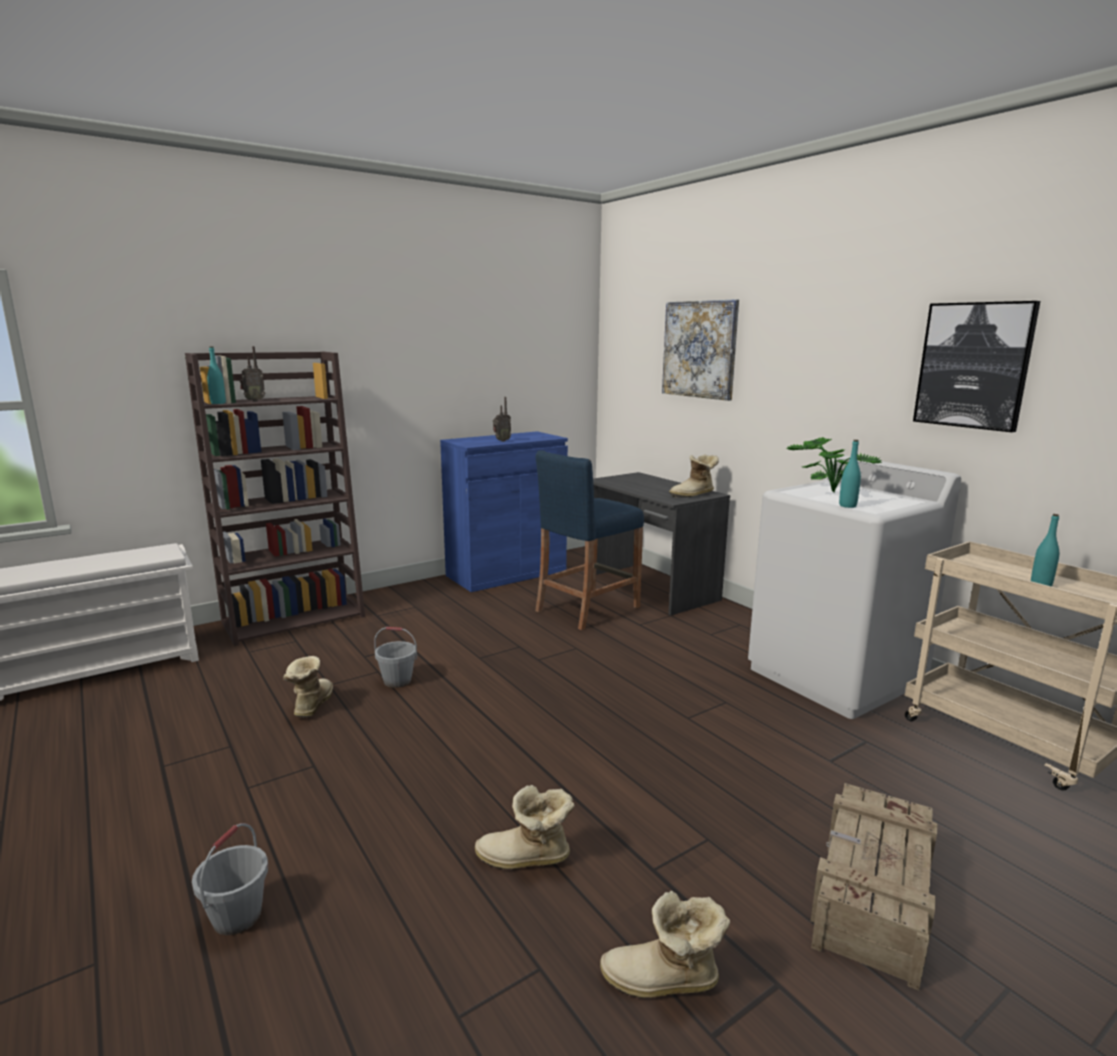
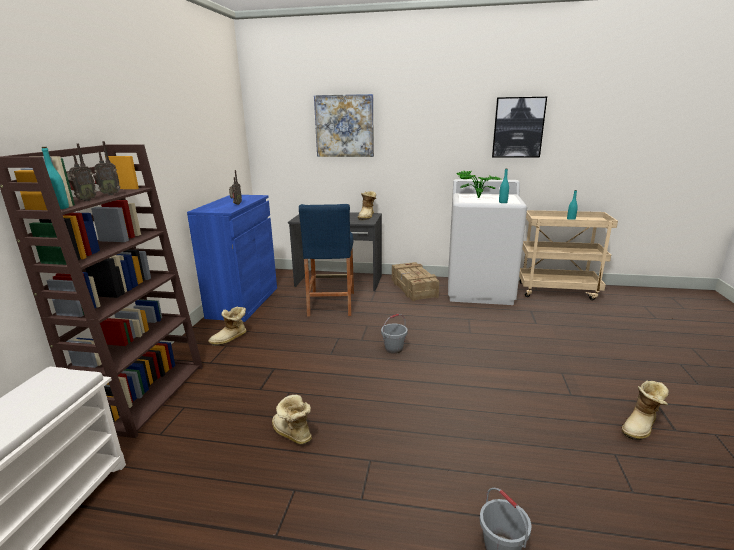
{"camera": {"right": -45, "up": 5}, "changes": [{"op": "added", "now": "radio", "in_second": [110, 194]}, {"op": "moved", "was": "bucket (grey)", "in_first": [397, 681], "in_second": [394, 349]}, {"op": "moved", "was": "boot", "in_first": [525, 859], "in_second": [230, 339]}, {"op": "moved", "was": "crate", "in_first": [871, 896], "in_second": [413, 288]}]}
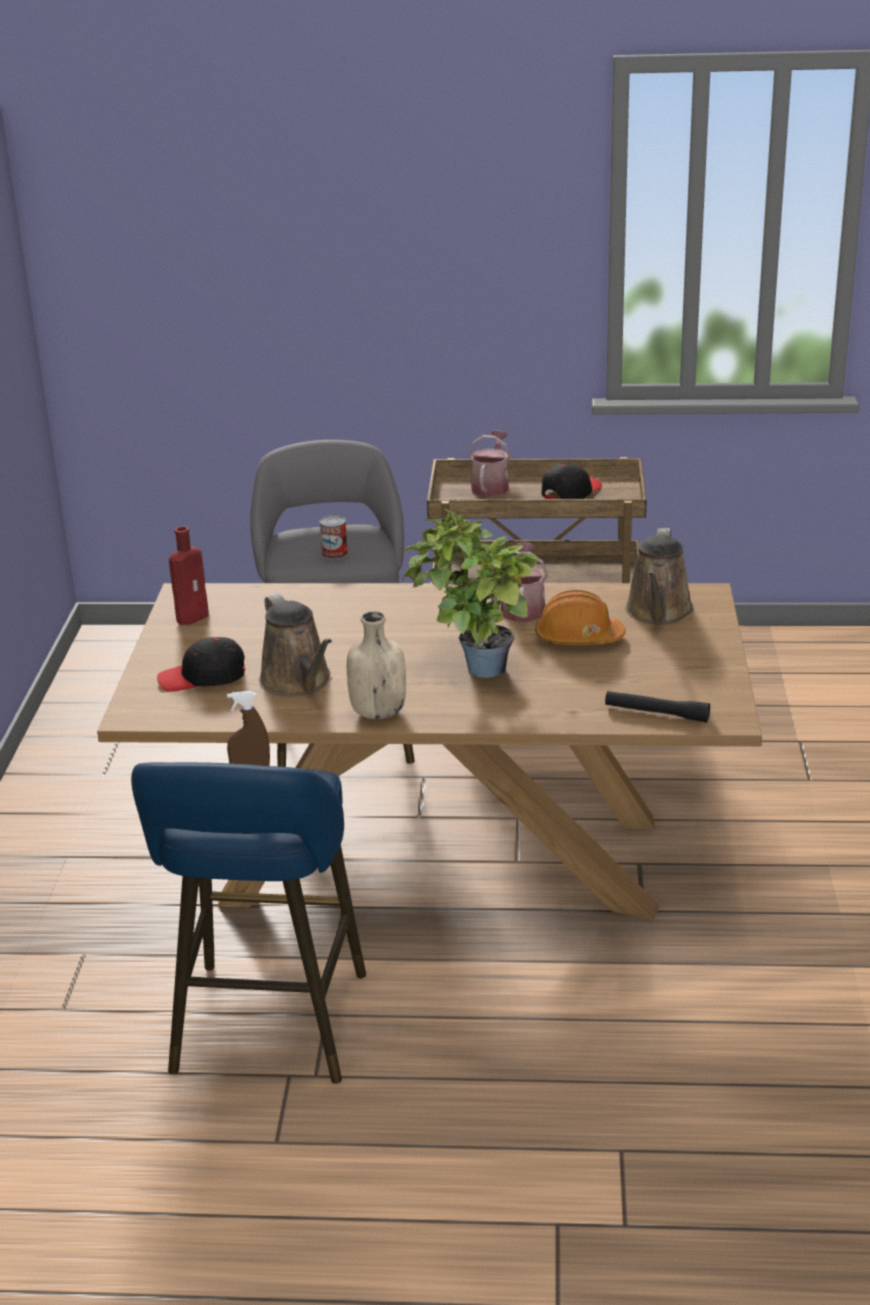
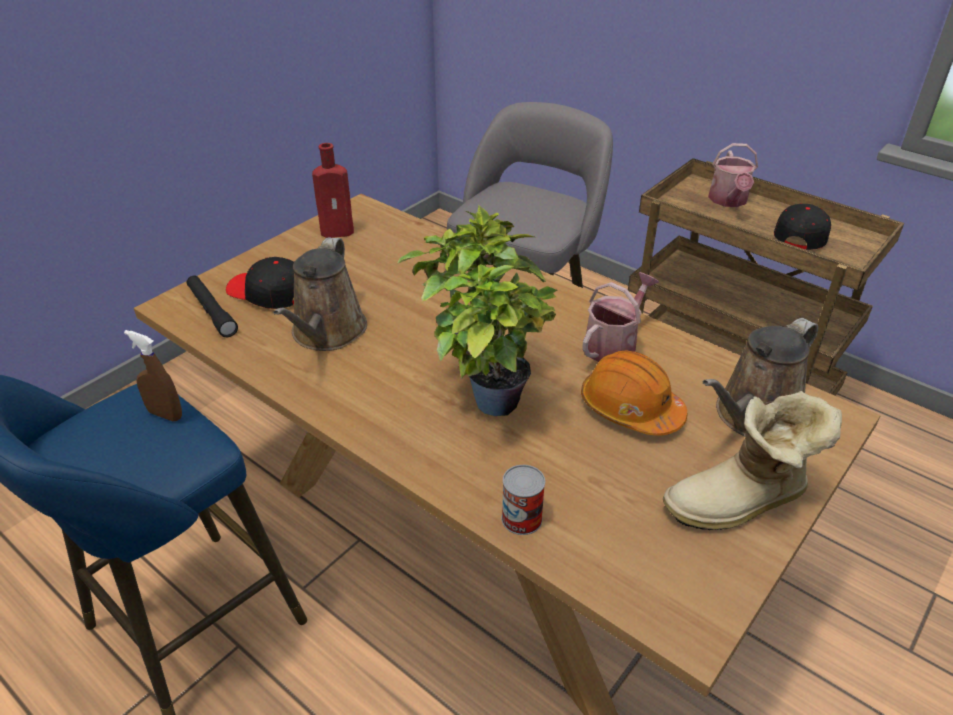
{"camera": {"right": 35, "up": 10}, "changes": [{"op": "removed", "was": "bottle (beige)", "in_first": [377, 712]}, {"op": "added", "now": "boot", "in_second": [741, 504]}, {"op": "moved", "was": "can", "in_first": [334, 553], "in_second": [521, 518]}, {"op": "moved", "was": "flashlight (black)", "in_first": [656, 713], "in_second": [212, 311]}, {"op": "turned", "was": "watering can", "in_first": [491, 485], "in_second": [729, 201], "clockwise": 135}, {"op": "turned", "was": "cap (black)", "in_first": [571, 492], "in_second": [801, 234], "clockwise": -45}]}
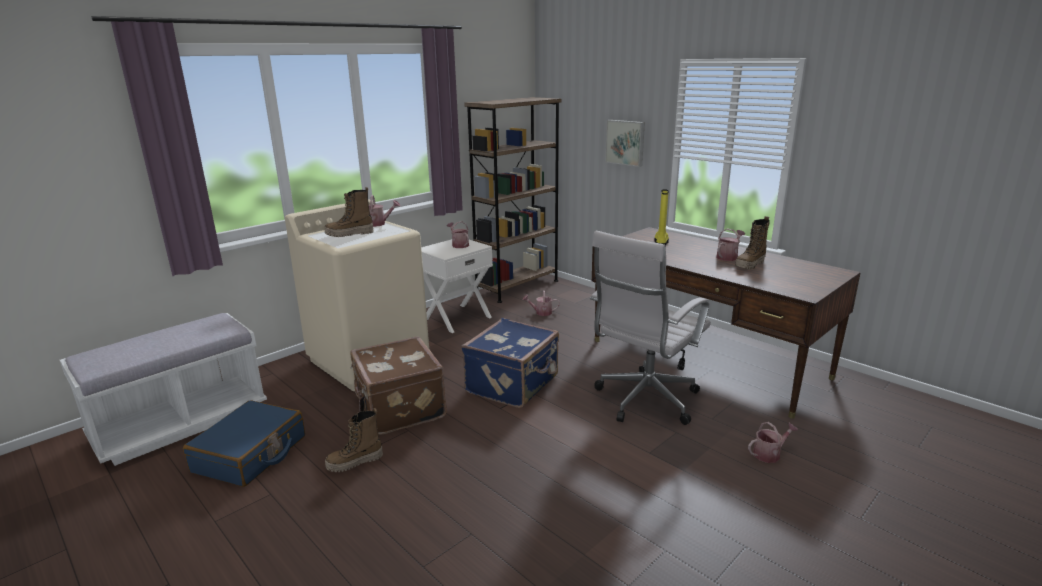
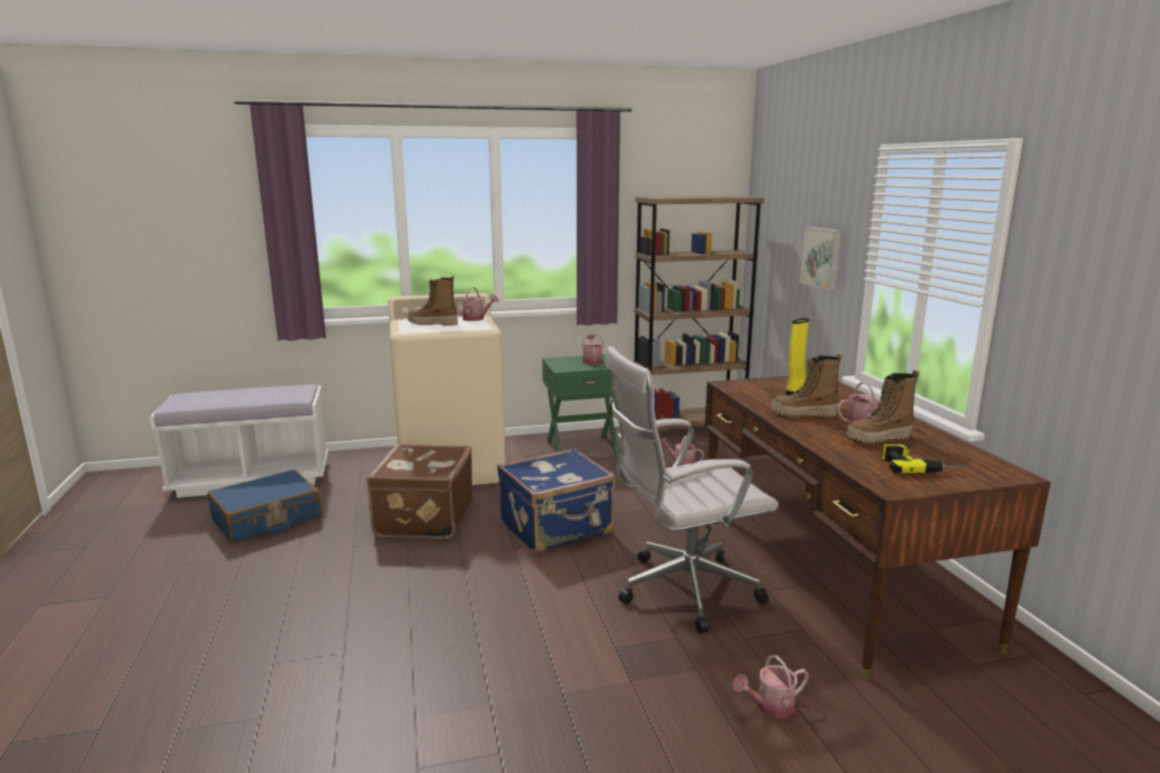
{"camera": {"right": 30, "up": -5}, "changes": [{"op": "added", "now": "power drill", "in_second": [919, 465]}, {"op": "moved", "was": "boot", "in_first": [355, 462], "in_second": [803, 414]}, {"op": "recoloured", "was": "nightstand (white)", "now": "nightstand (green)", "in_first": [456, 318], "in_second": [582, 448]}, {"op": "turned", "was": "watering can", "in_first": [769, 454], "in_second": [770, 707], "clockwise": 150}]}
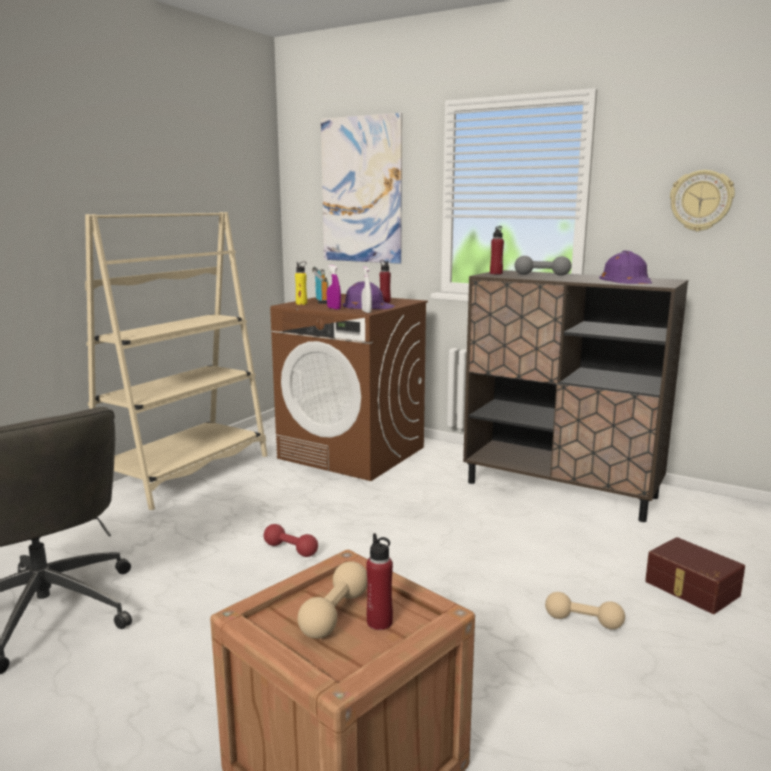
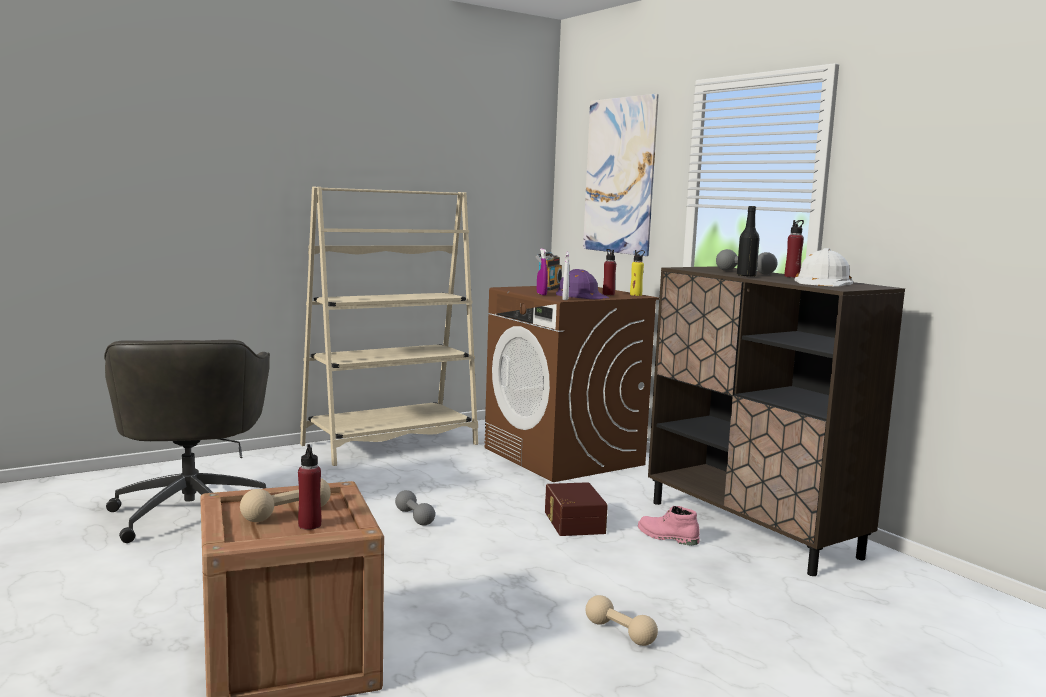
{"camera": {"right": 25, "up": -5}, "changes": [{"op": "removed", "was": "wall clock", "in_first": [701, 201]}, {"op": "added", "now": "boot (pink)", "in_second": [667, 537]}, {"op": "added", "now": "bottle (black)", "in_second": [746, 276]}, {"op": "moved", "was": "bottle (yellow)", "in_first": [301, 304], "in_second": [636, 295]}, {"op": "moved", "was": "bottle (red)", "in_first": [496, 273], "in_second": [792, 276]}, {"op": "moved", "was": "storage box (brown)", "in_first": [691, 589], "in_second": [572, 522]}, {"op": "recoloured", "was": "dumbbell (red)", "now": "dumbbell (grey)", "in_first": [290, 550], "in_second": [414, 517]}, {"op": "recoloured", "was": "hard hat (purple)", "now": "hard hat (white)", "in_first": [626, 280], "in_second": [822, 282]}]}
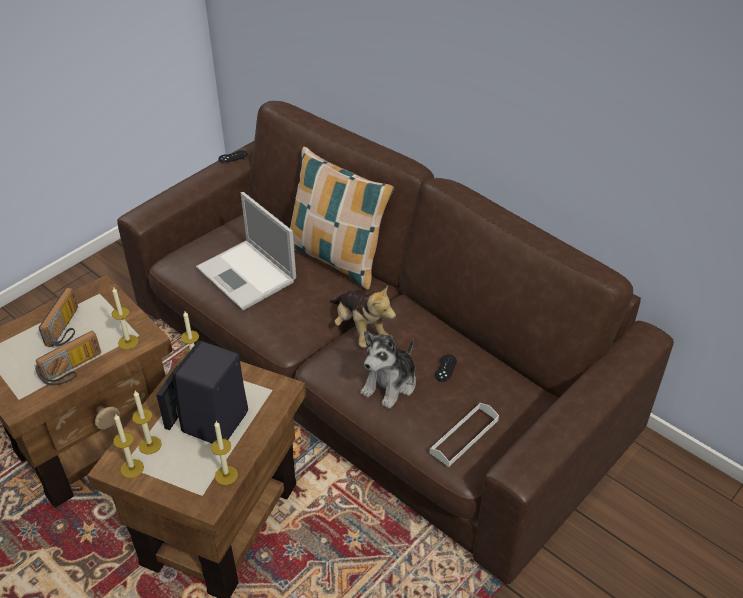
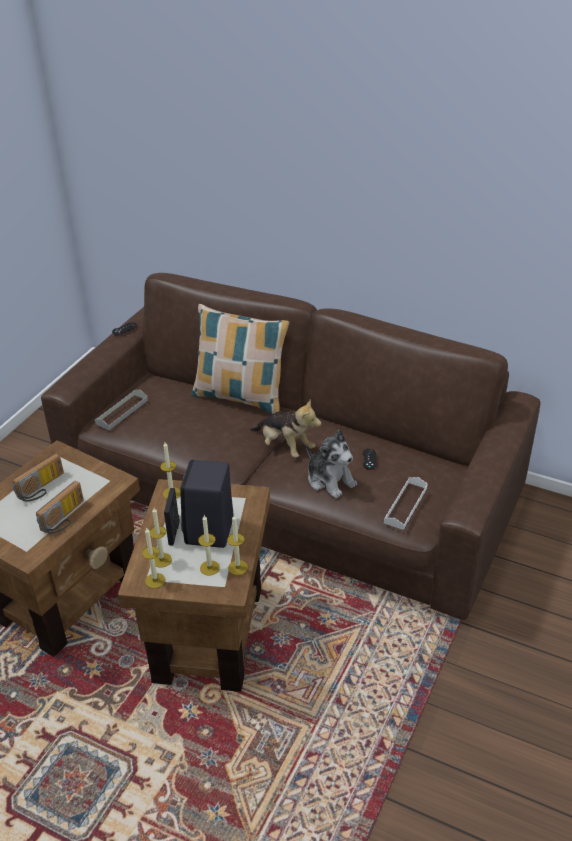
{"camera": {"right": -15, "up": -5}, "changes": [{"op": "removed", "was": "laptop", "in_first": [247, 275]}, {"op": "added", "now": "tray (grey)", "in_second": [122, 412]}, {"op": "moved", "was": "candle", "in_first": [128, 342], "in_second": [209, 568]}, {"op": "turned", "was": "radio", "in_first": [66, 328], "in_second": [42, 488], "clockwise": 45}, {"op": "turned", "was": "plush toy", "in_first": [390, 384], "in_second": [330, 480], "clockwise": -60}]}
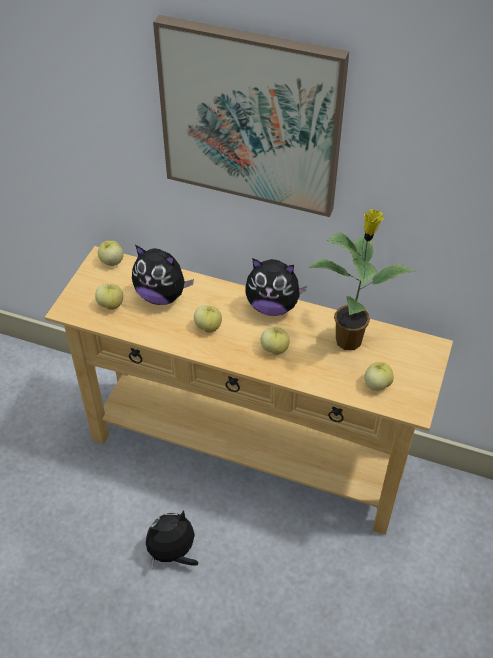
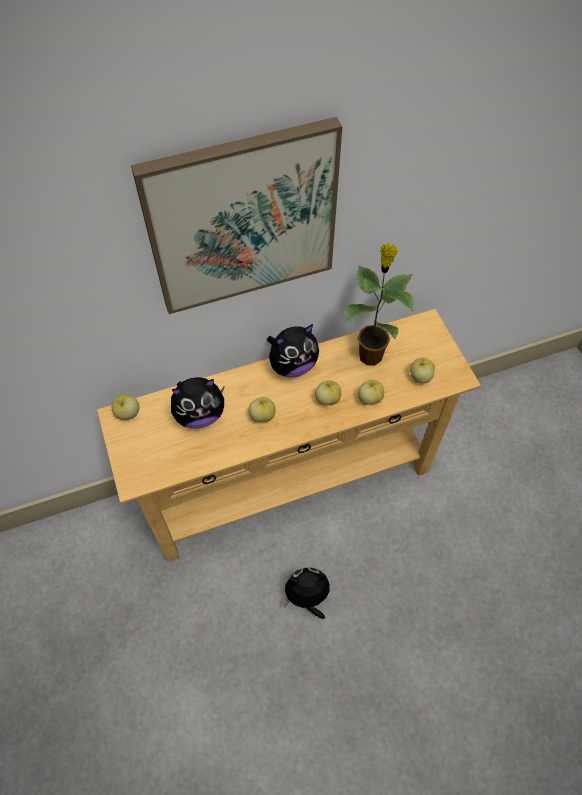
{"camera": {"right": -40, "up": 10}, "changes": [{"op": "moved", "was": "apple", "in_first": [111, 304], "in_second": [369, 398]}, {"op": "turned", "was": "plush toy", "in_first": [173, 553], "in_second": [307, 597], "clockwise": 60}]}
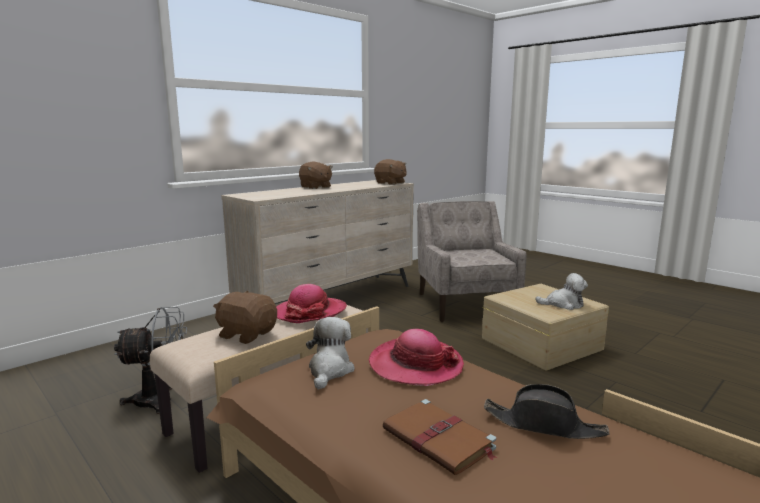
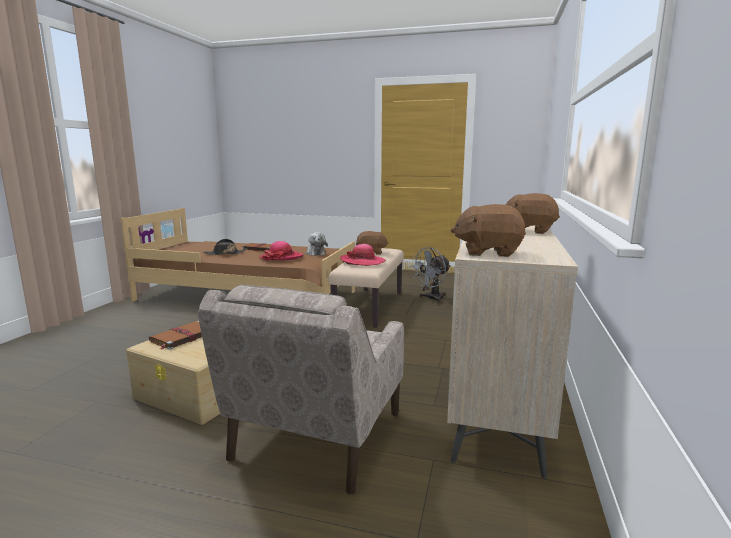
{"camera": {"right": 150, "up": 0}, "changes": [{"op": "replaced", "was": "plush toy", "now": "book (brown)", "in_first": [563, 304], "in_second": [181, 337]}, {"op": "turned", "was": "armchair (beige)", "in_first": [466, 304], "in_second": [317, 436], "clockwise": 60}]}
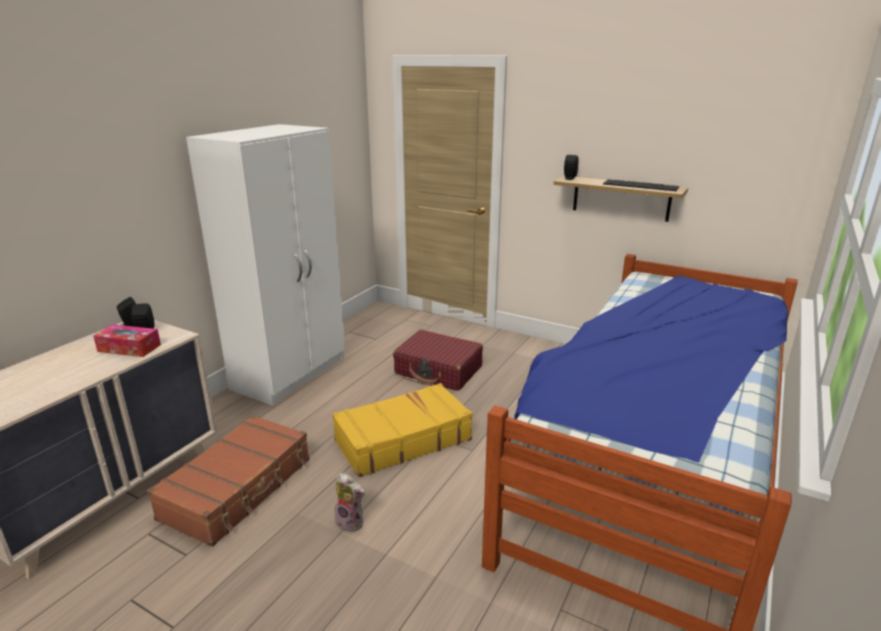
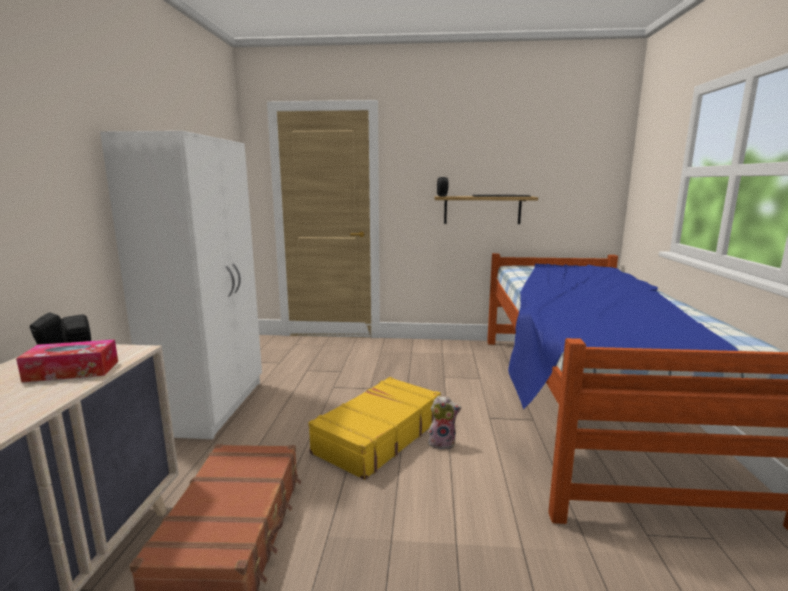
{"camera": {"right": -25, "up": -10}, "changes": [{"op": "removed", "was": "suitcase (red)", "in_first": [438, 370]}, {"op": "moved", "was": "plush toy", "in_first": [351, 522], "in_second": [442, 443]}]}
